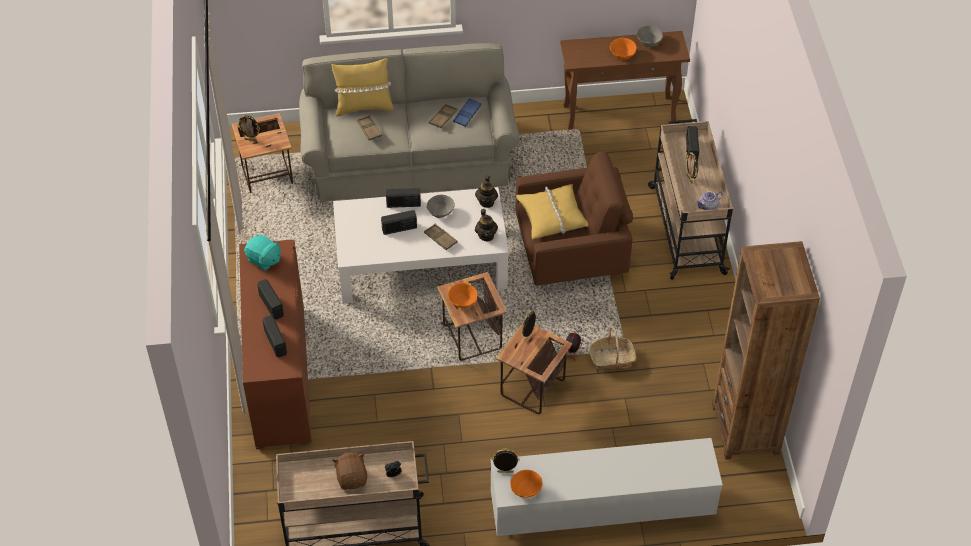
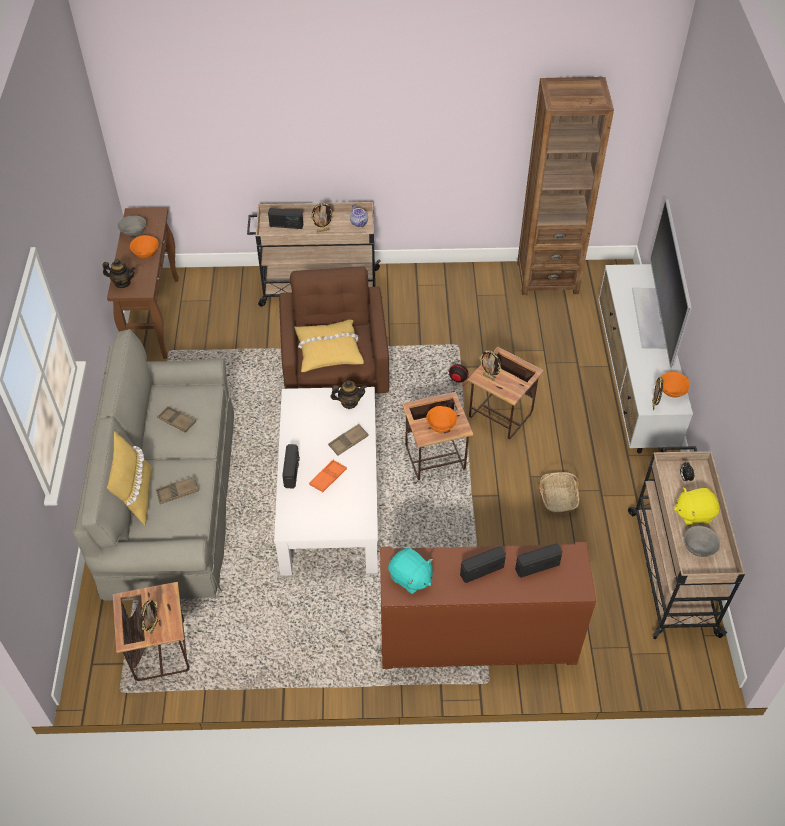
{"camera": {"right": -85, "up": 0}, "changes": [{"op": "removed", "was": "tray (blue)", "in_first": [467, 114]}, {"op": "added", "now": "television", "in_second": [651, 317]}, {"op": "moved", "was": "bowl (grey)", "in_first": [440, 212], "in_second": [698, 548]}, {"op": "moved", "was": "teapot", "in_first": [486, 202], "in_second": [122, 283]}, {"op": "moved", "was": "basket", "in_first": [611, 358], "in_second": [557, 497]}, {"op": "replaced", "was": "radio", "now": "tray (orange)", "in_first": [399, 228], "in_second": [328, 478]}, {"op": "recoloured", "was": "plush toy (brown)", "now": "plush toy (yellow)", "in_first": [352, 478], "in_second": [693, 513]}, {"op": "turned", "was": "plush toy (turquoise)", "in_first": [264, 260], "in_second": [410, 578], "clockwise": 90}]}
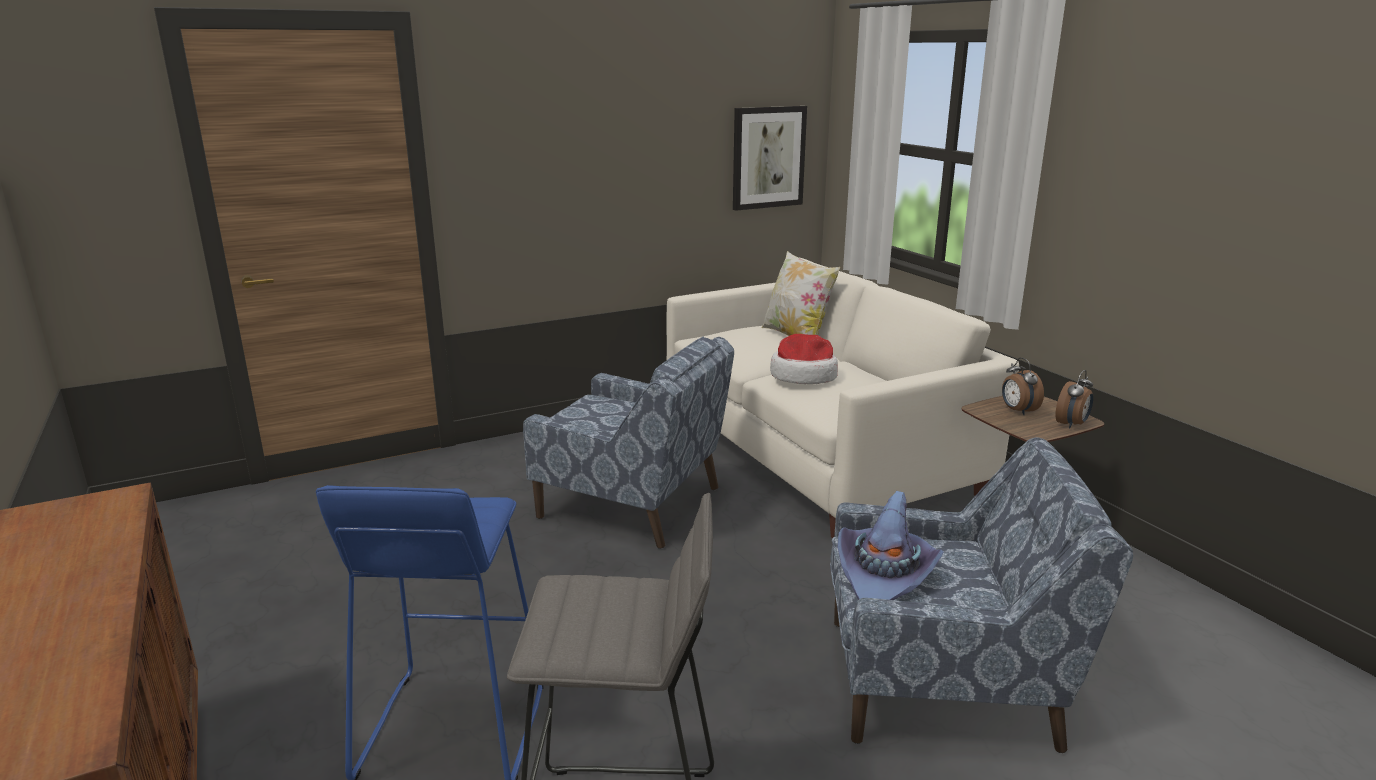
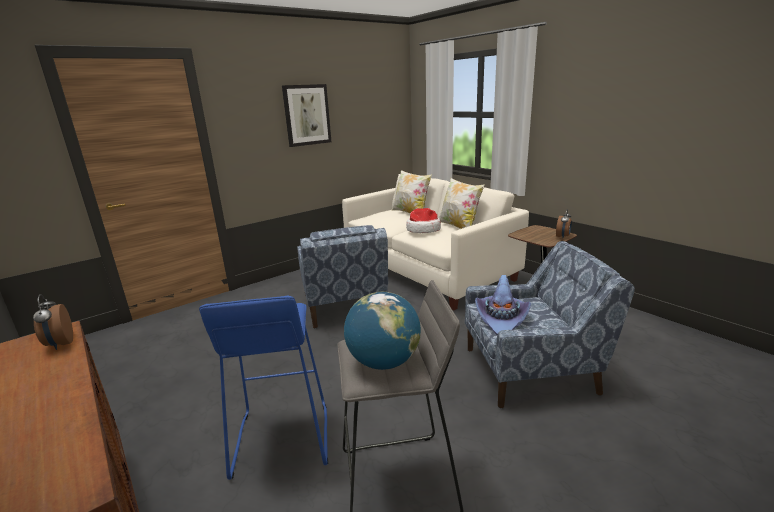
{"camera": {"right": -10, "up": 0}, "changes": [{"op": "added", "now": "globe", "in_second": [383, 362]}, {"op": "added", "now": "pillow", "in_second": [459, 227]}, {"op": "moved", "was": "picture", "in_first": [768, 157], "in_second": [307, 115]}, {"op": "moved", "was": "alarm clock", "in_first": [1017, 411], "in_second": [59, 344]}, {"op": "turned", "was": "armchair (blue)", "in_first": [633, 504], "in_second": [344, 306], "clockwise": 60}]}
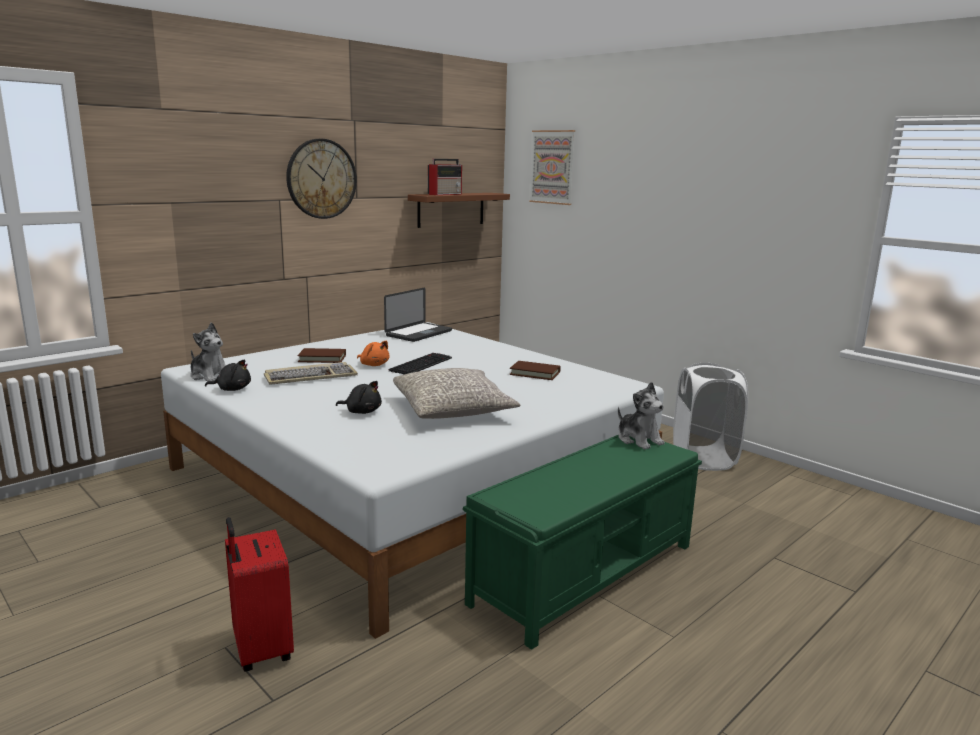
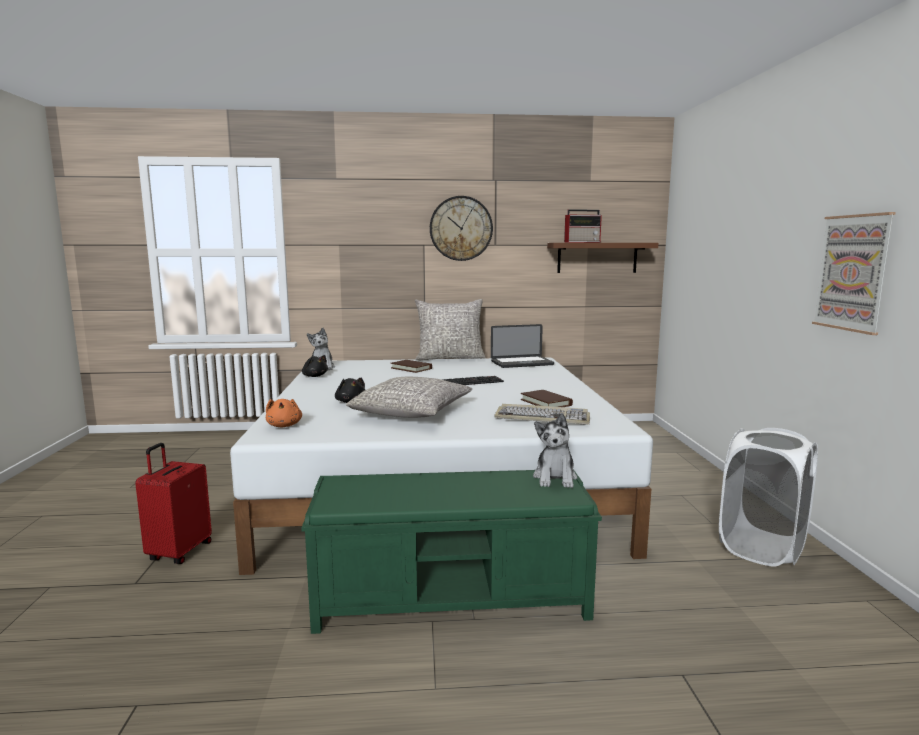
{"camera": {"right": 40, "up": -5}, "changes": [{"op": "added", "now": "pillow (grey)", "in_second": [450, 358]}, {"op": "moved", "was": "keyboard", "in_first": [311, 377], "in_second": [543, 418]}, {"op": "moved", "was": "plush toy (orange)", "in_first": [374, 365], "in_second": [284, 425]}, {"op": "moved", "was": "picture", "in_first": [552, 167], "in_second": [852, 272]}]}
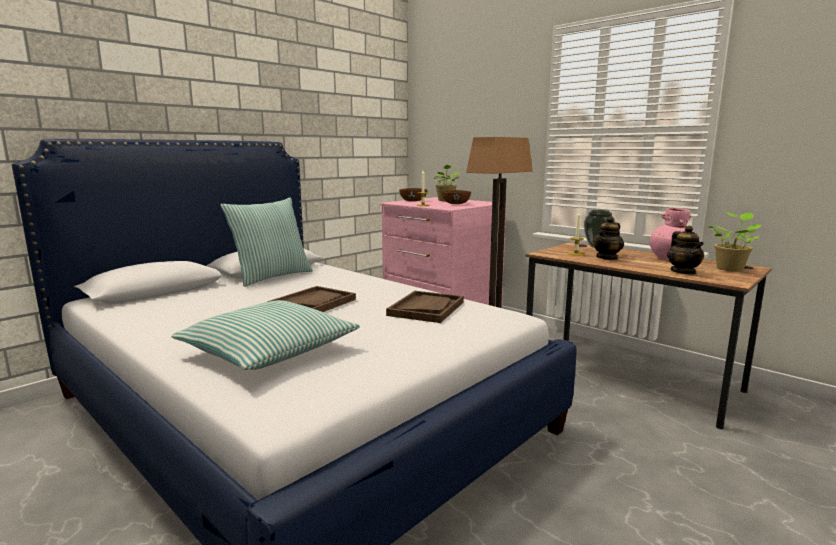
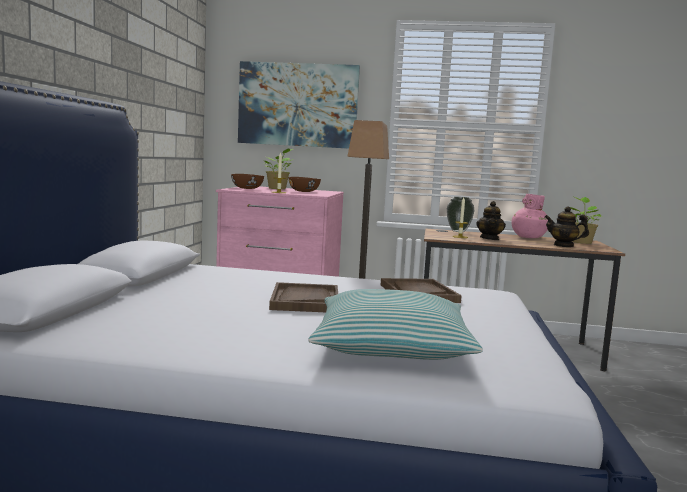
{"camera": {"right": -35, "up": -5}, "changes": [{"op": "removed", "was": "pillow", "in_first": [271, 277]}, {"op": "added", "now": "picture", "in_second": [298, 105]}, {"op": "turned", "was": "teapot", "in_first": [683, 272], "in_second": [563, 245], "clockwise": 150}]}
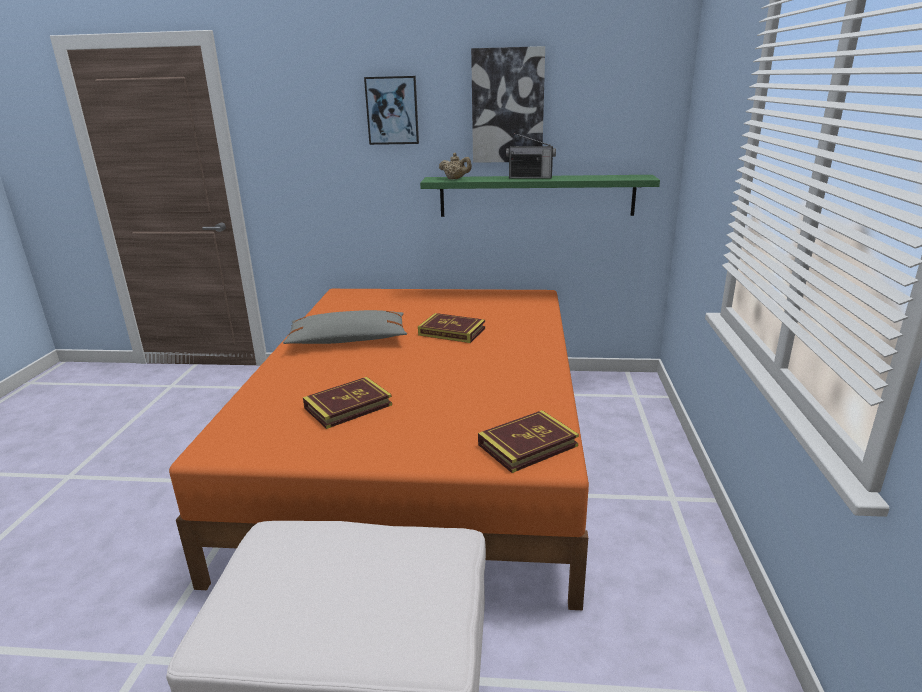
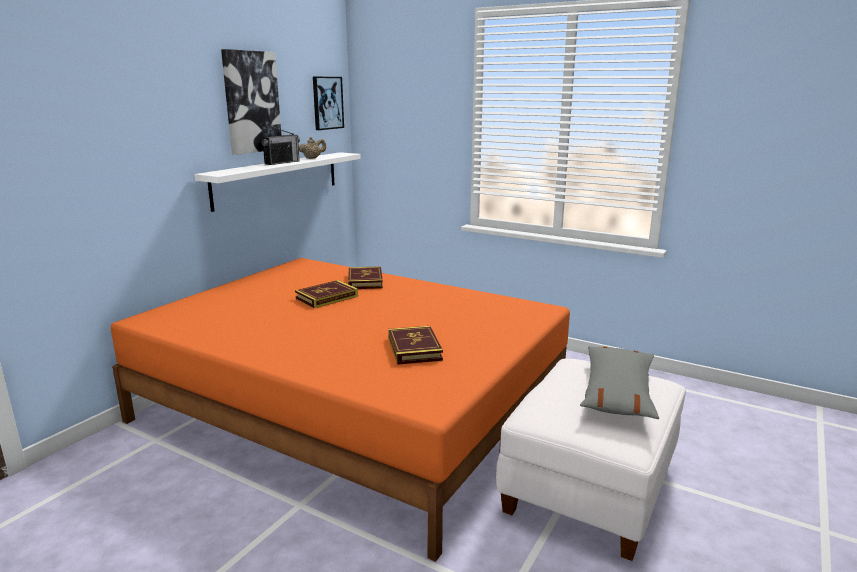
{"camera": {"right": -65, "up": -5}, "changes": [{"op": "moved", "was": "pillow (grey)", "in_first": [348, 340], "in_second": [617, 392]}, {"op": "moved", "was": "picture", "in_first": [392, 110], "in_second": [327, 103]}, {"op": "moved", "was": "teapot (beige)", "in_first": [455, 179], "in_second": [312, 158]}, {"op": "moved", "was": "book", "in_first": [527, 445], "in_second": [365, 281]}, {"op": "recoloured", "was": "shelf (green)", "now": "shelf (white)", "in_first": [536, 196], "in_second": [278, 179]}]}
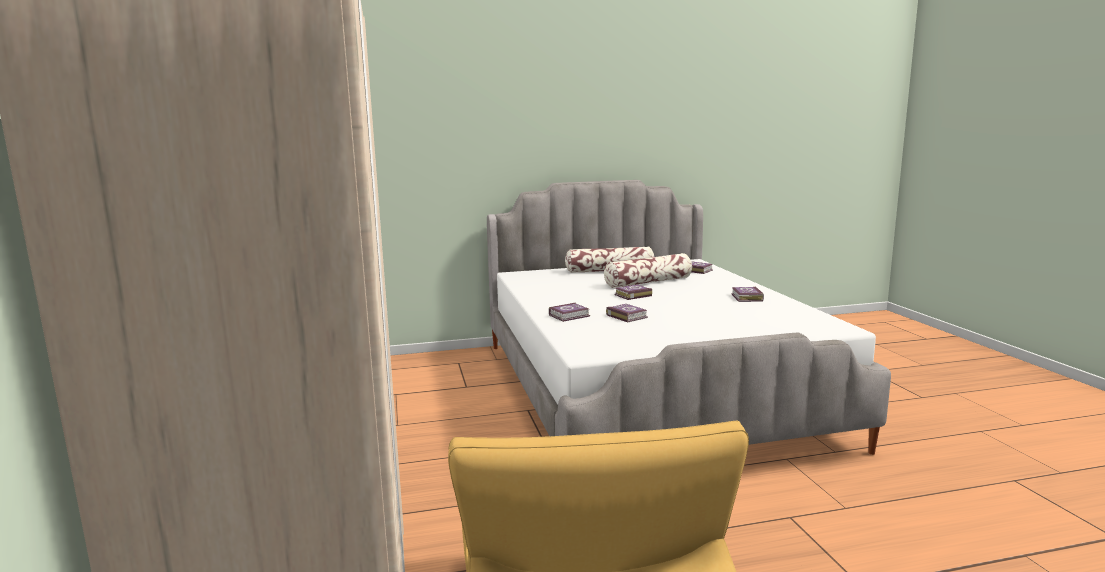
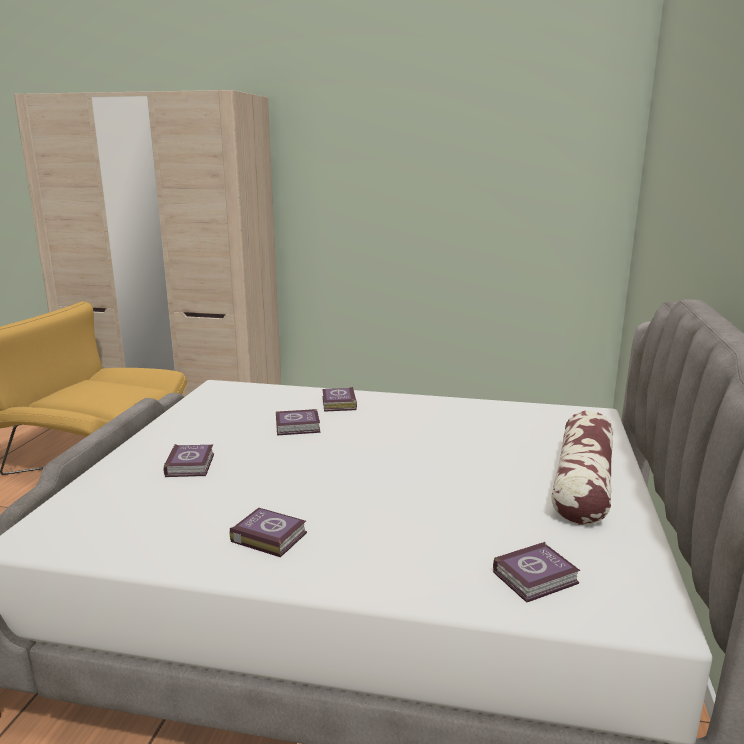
{"camera": {"right": 115, "up": 5}, "changes": [{"op": "removed", "was": "pillow", "in_first": [648, 282]}, {"op": "moved", "was": "book", "in_first": [632, 295], "in_second": [191, 464]}]}
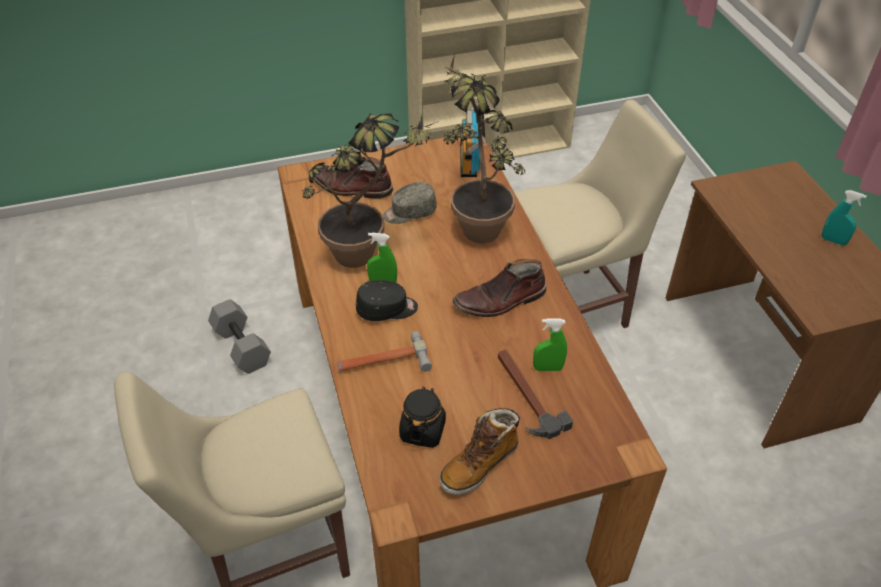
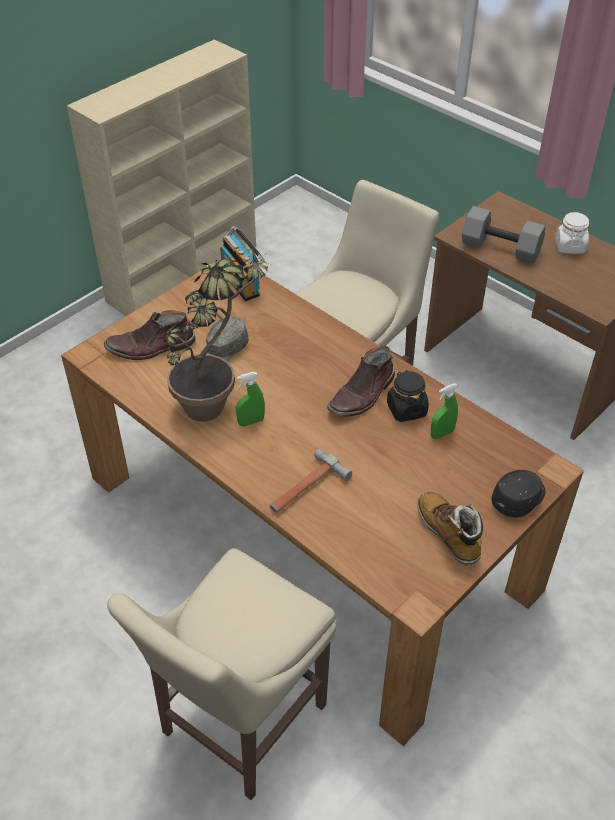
{"camera": {"right": -30, "up": 0}, "changes": [{"op": "removed", "was": "potted plant", "in_first": [476, 222]}, {"op": "removed", "was": "hammer", "in_first": [526, 395]}, {"op": "moved", "was": "dumbbell (grey)", "in_first": [240, 346], "in_second": [499, 248]}, {"op": "moved", "was": "cap (black)", "in_first": [387, 309], "in_second": [519, 499]}, {"op": "moved", "was": "jar (black)", "in_first": [422, 430], "in_second": [406, 409]}, {"op": "replaced", "was": "spray bottle (turquoise)", "now": "jar (white)", "in_first": [833, 240], "in_second": [569, 246]}, {"op": "turned", "was": "boot", "in_first": [479, 464], "in_second": [448, 533], "clockwise": 135}]}
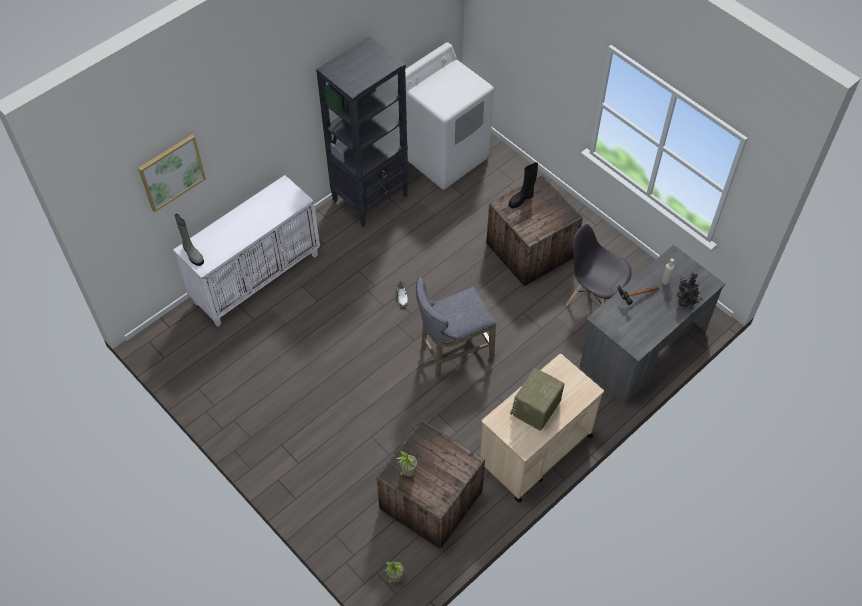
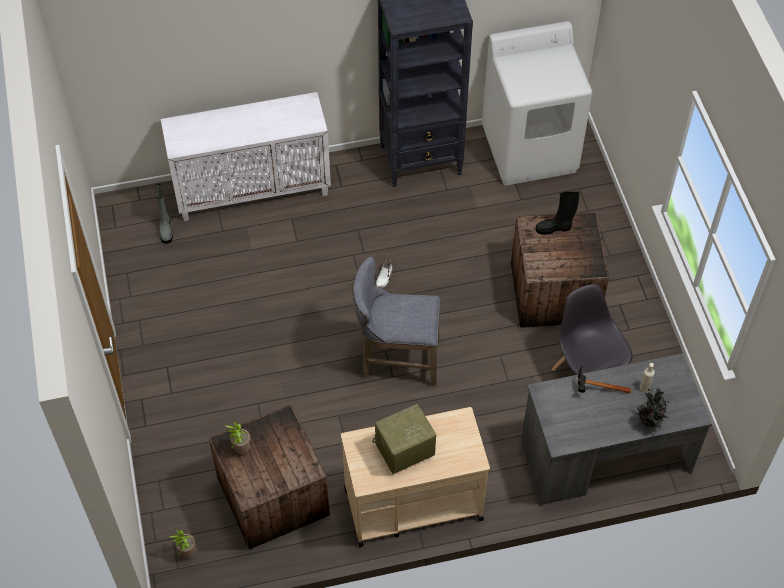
{"camera": {"right": 30, "up": 0}, "changes": [{"op": "removed", "was": "picture", "in_first": [171, 172]}, {"op": "moved", "was": "boot (grey)", "in_first": [192, 254], "in_second": [166, 229]}]}
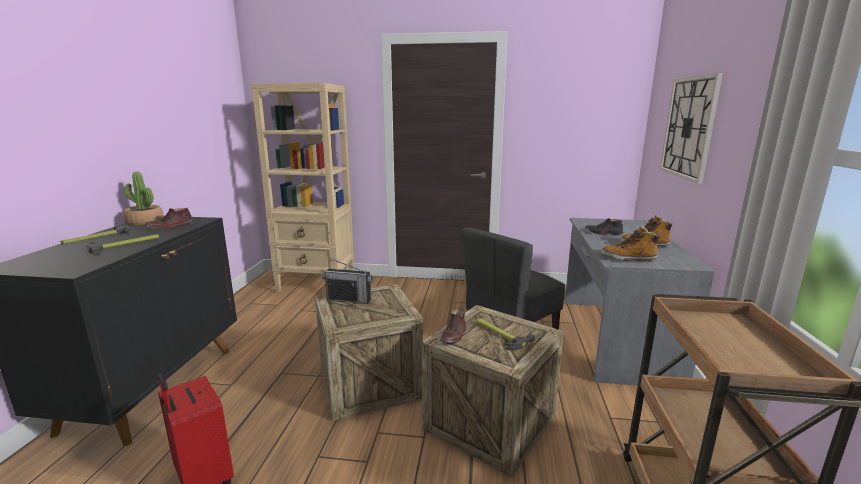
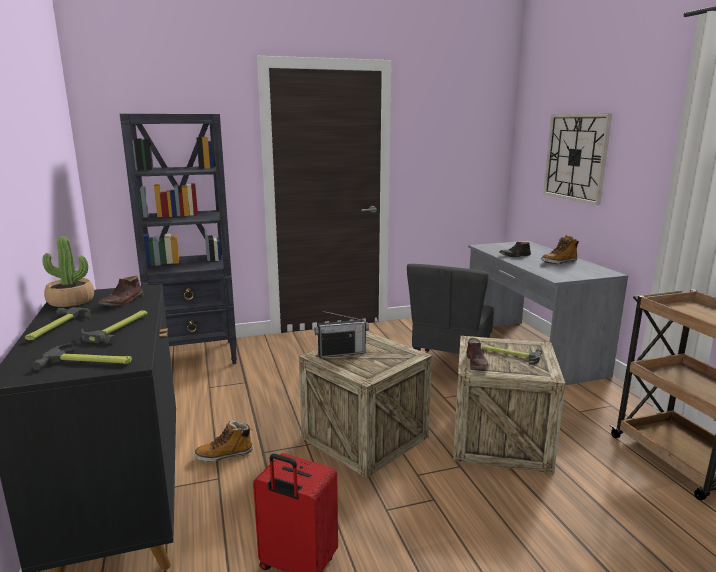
{"camera": {"right": -25, "up": 0}, "changes": [{"op": "added", "now": "hammer", "in_second": [89, 362]}, {"op": "moved", "was": "boot", "in_first": [628, 258], "in_second": [224, 455]}, {"op": "recoloured", "was": "bookcase (beige)", "now": "bookcase (black)", "in_first": [317, 284], "in_second": [196, 356]}]}
